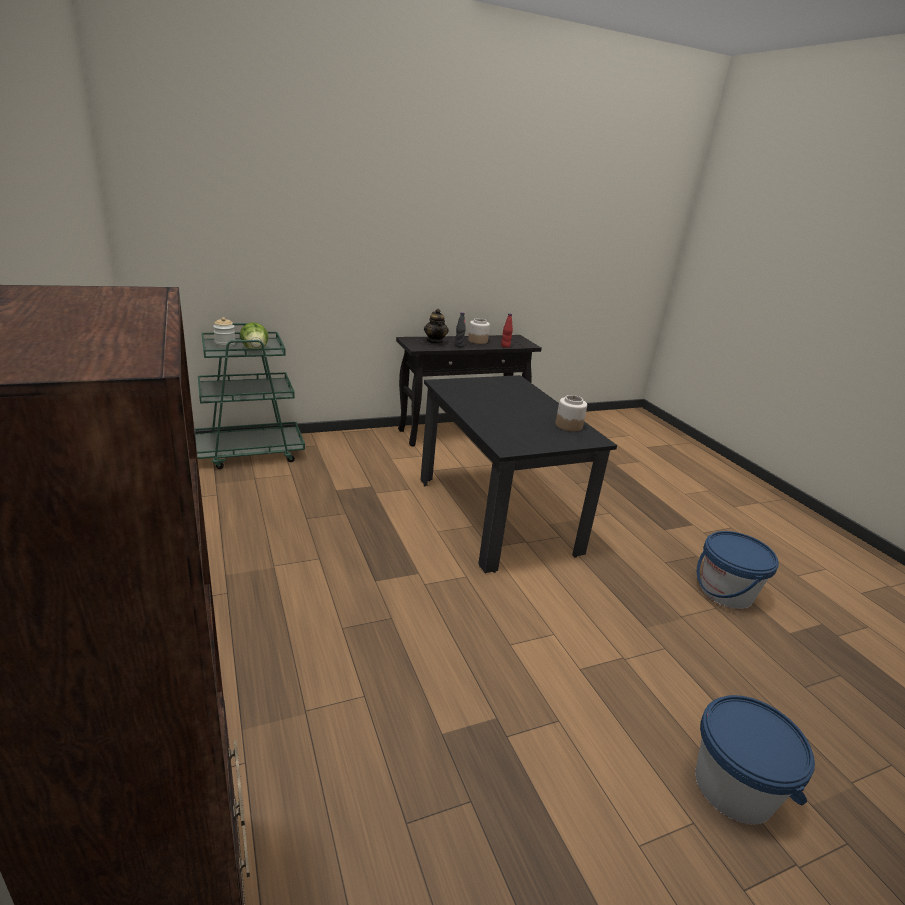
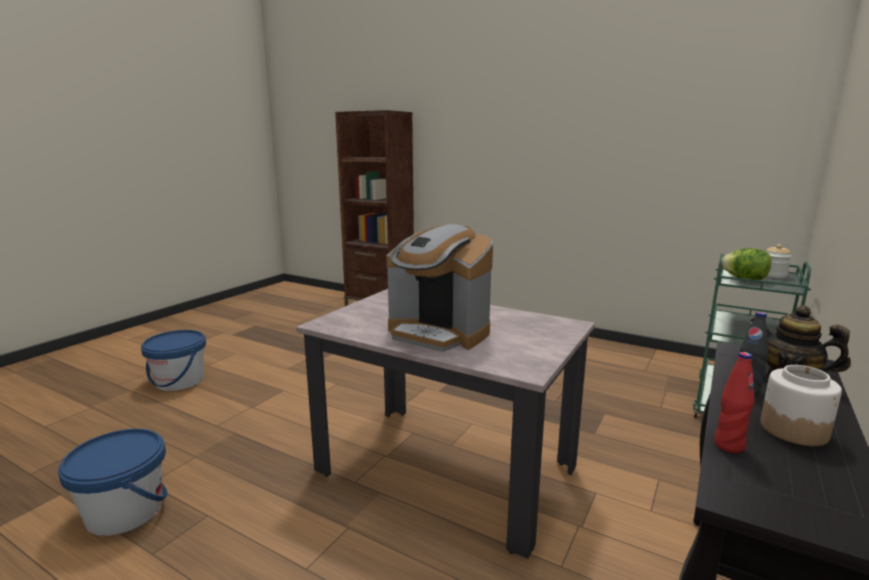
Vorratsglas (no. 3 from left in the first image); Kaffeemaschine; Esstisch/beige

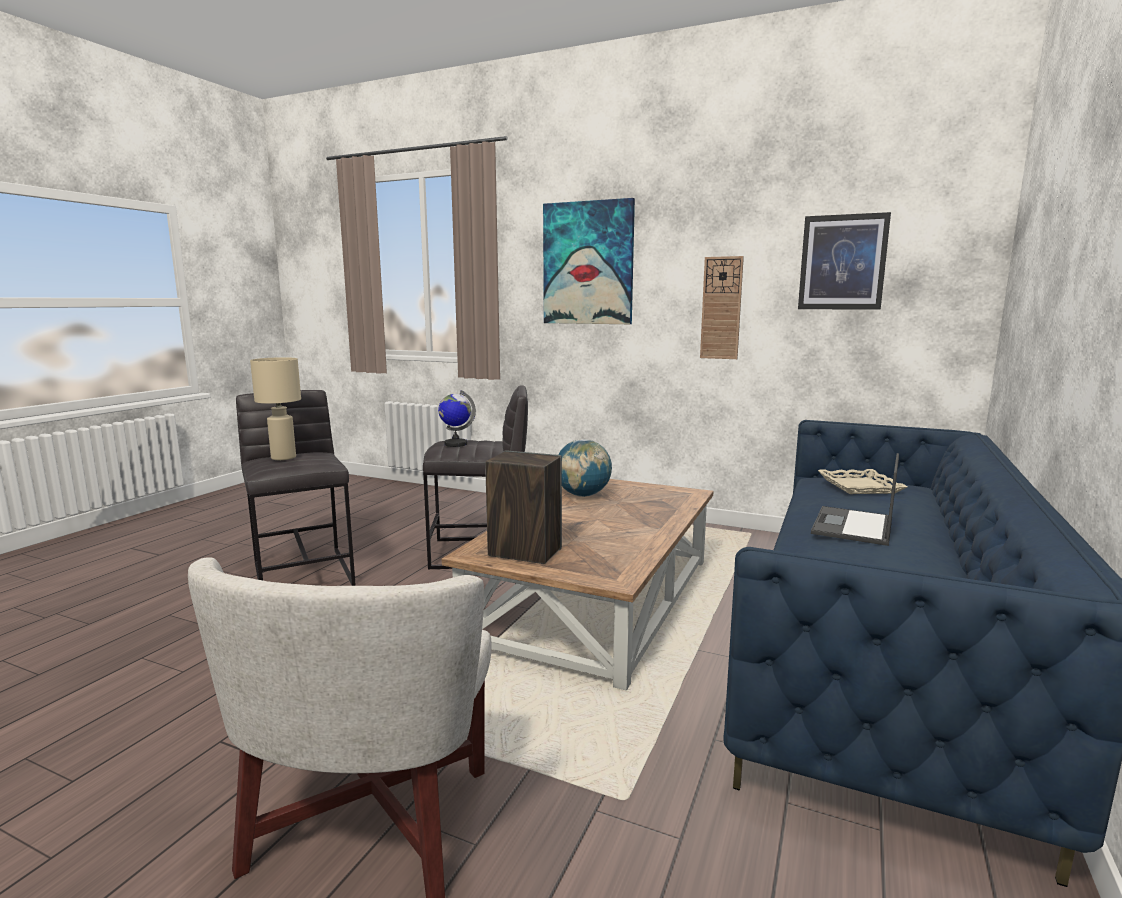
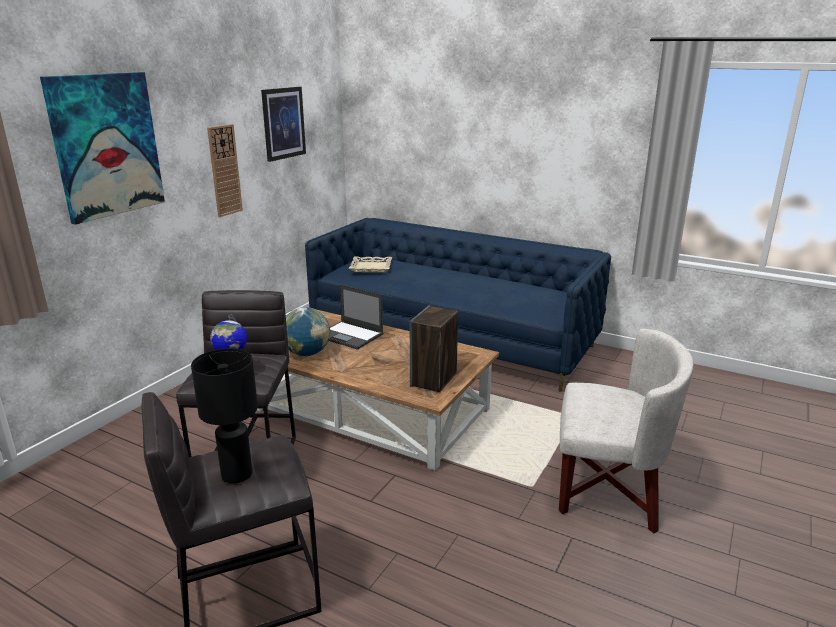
Laptop; Tischlampe/schwarz

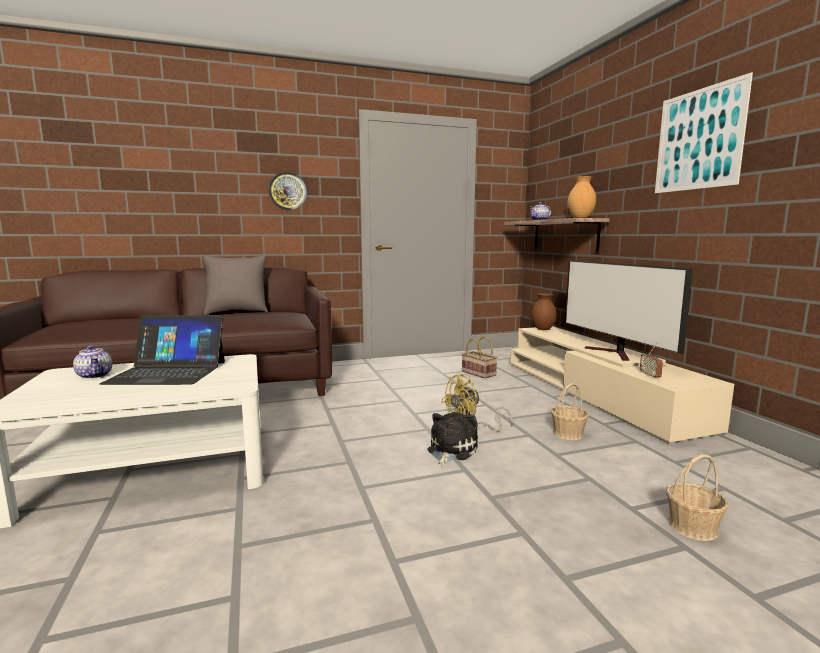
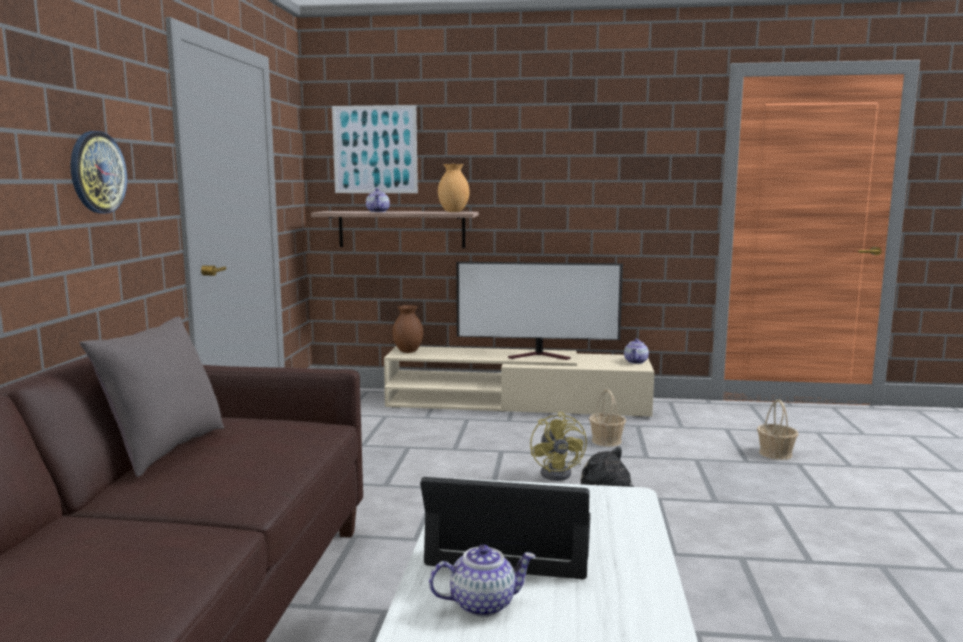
Korb (no. 1 from left in the first image); Radio; Teekanne (no. 3 from left); Bild; Laptop

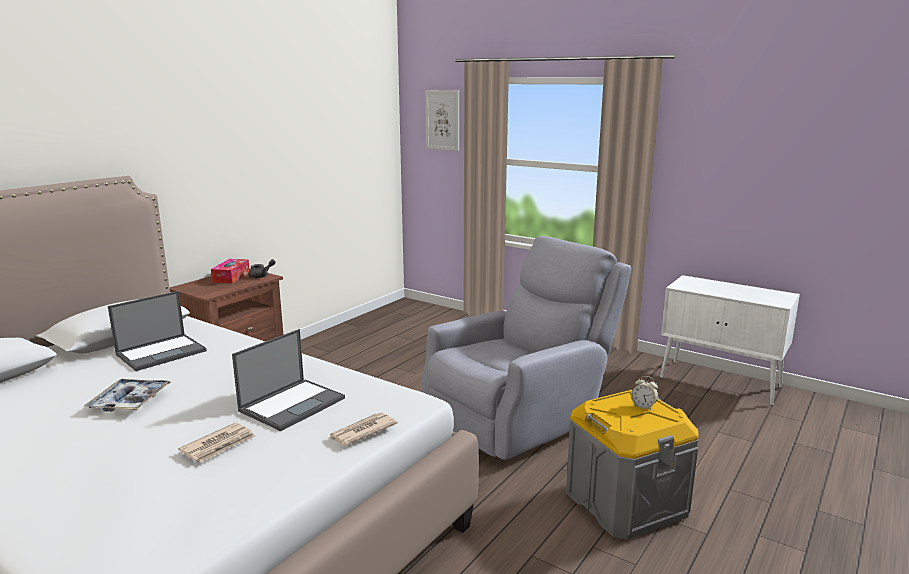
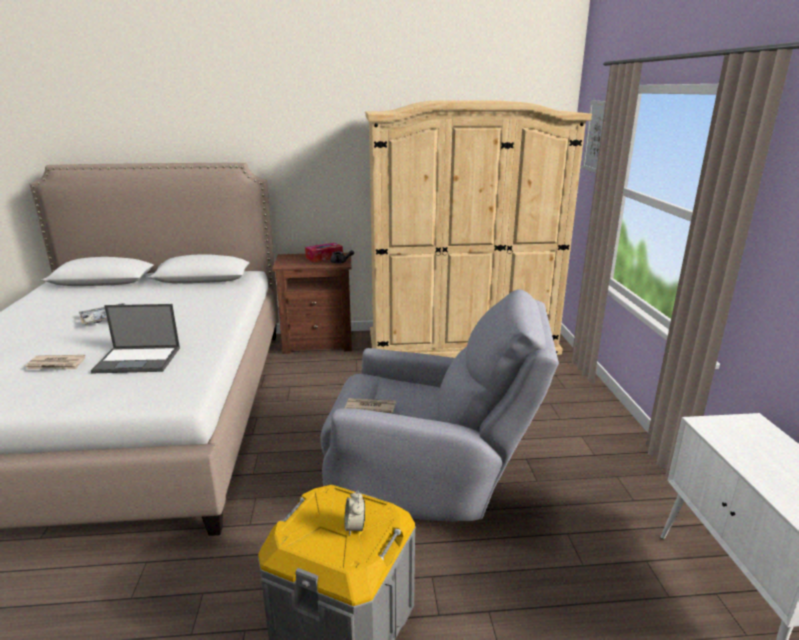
Laptop (no. 1 from left in the first image); Kleiderschrank/beige; Zeitung (no. 2 from left)

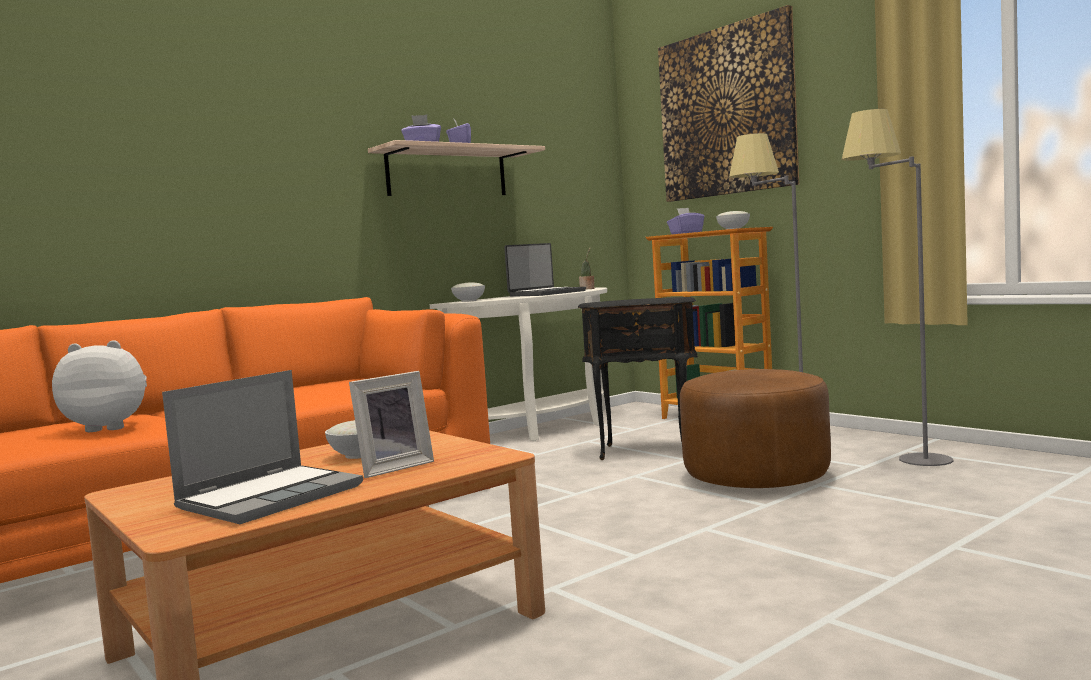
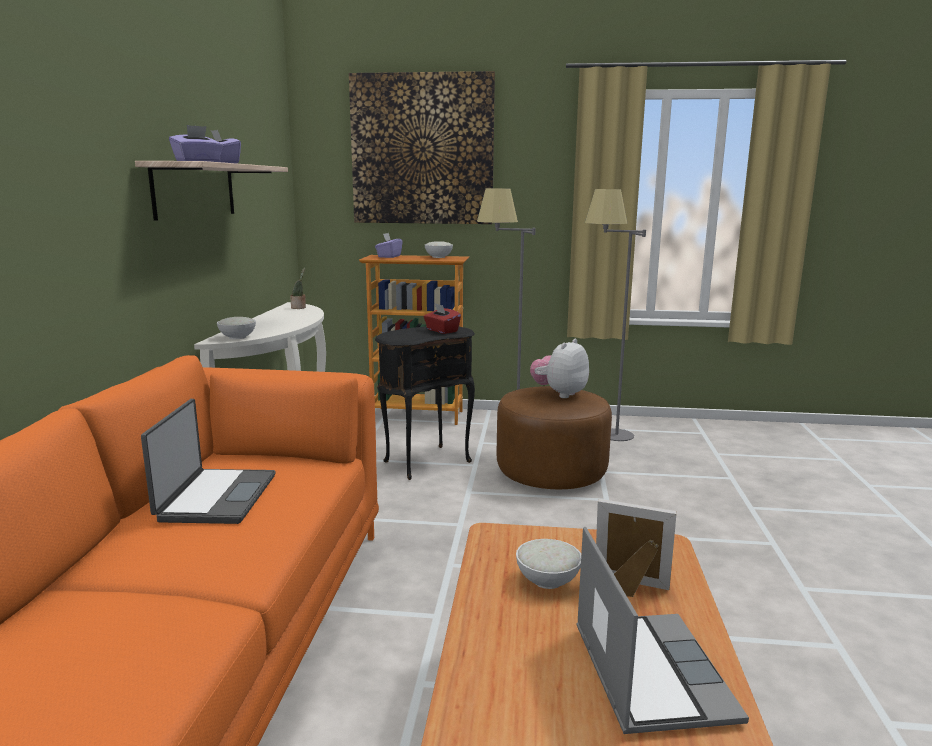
Taschentuchbox/rot; Plüschtier; Laptop (no. 1 from left); Bilderrahmen

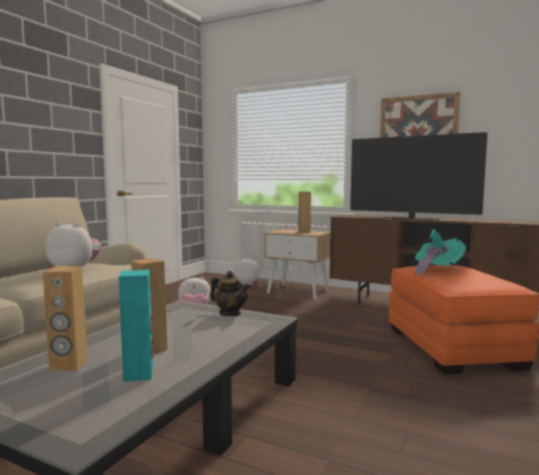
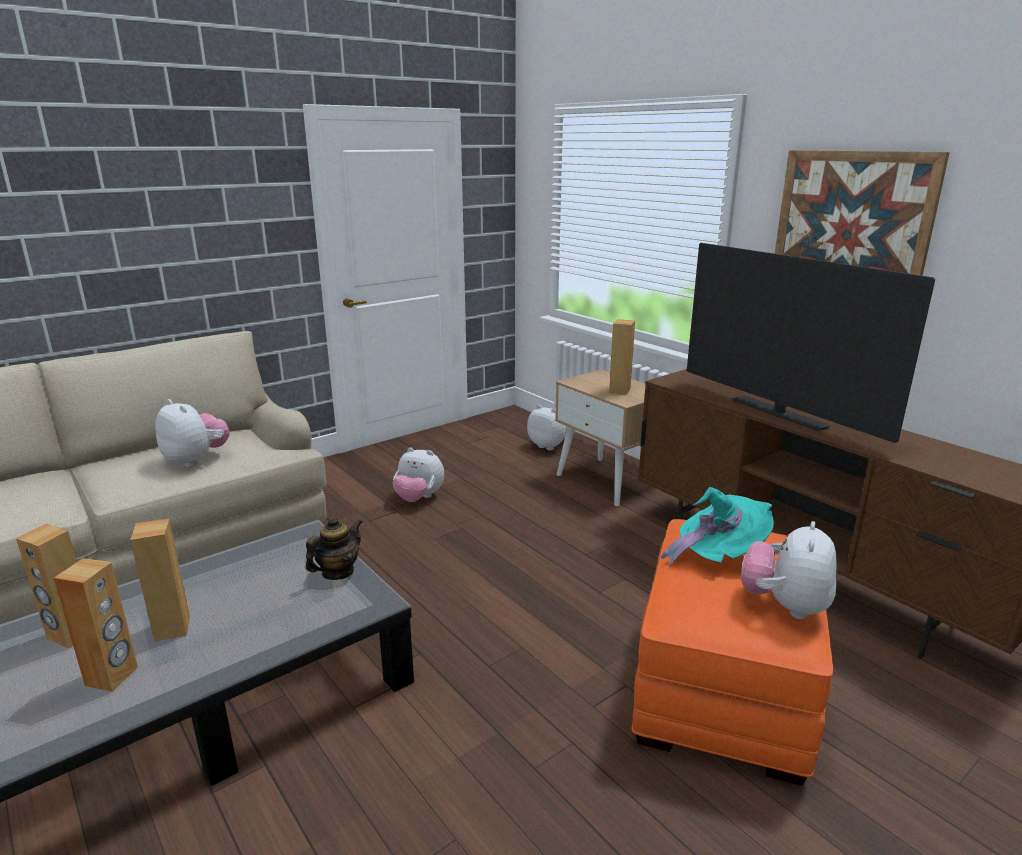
Plüschtier (no. 4 from left); Lautsprecher/braun (no. 2 from left); Teekanne

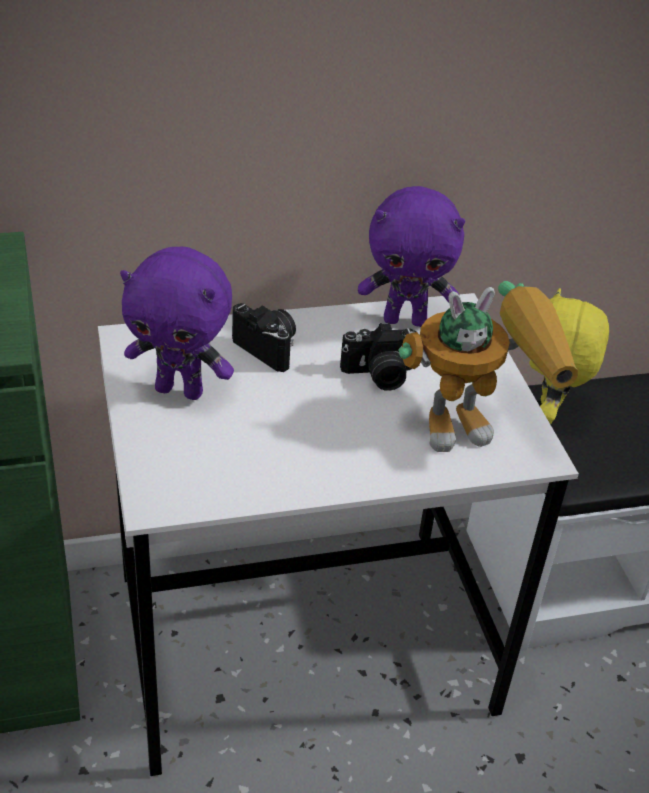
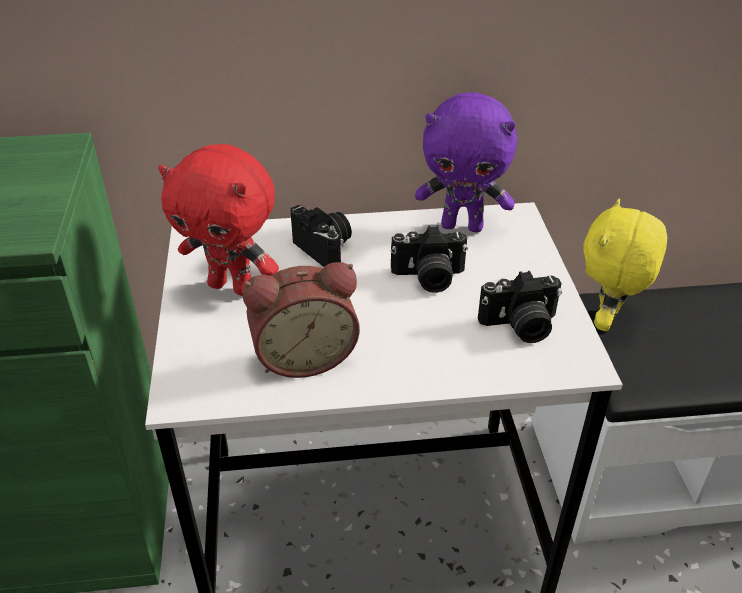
Wecker; Kamera (no. 3 from left); Plüschtier/rot

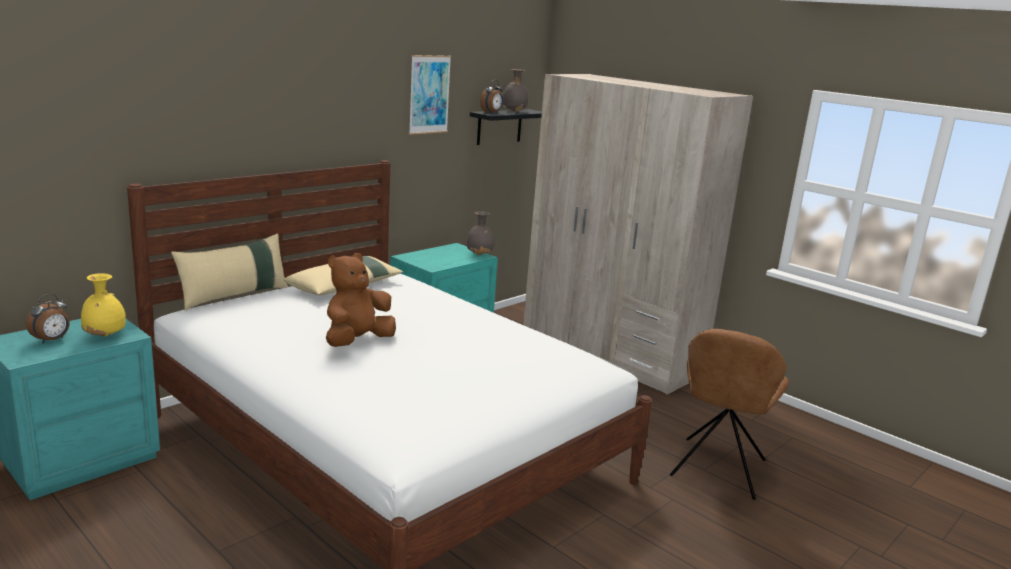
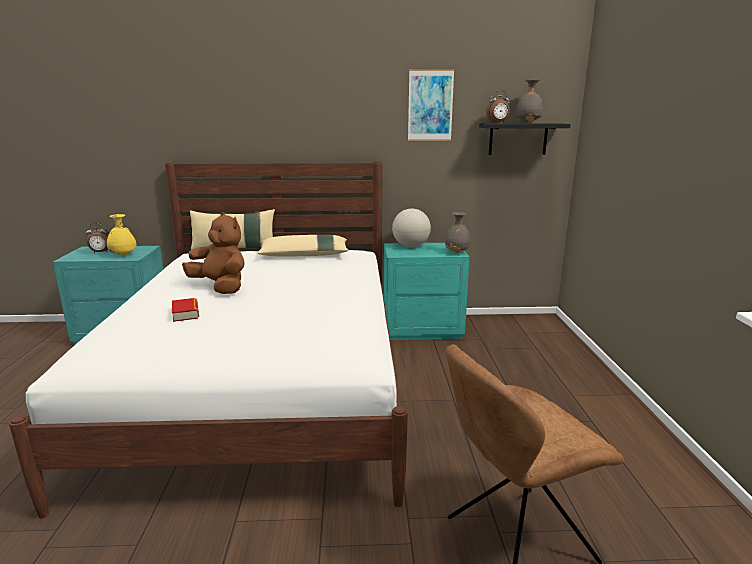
Kleiderschrank/beige; Buch; Globus; Plüschtier/braun

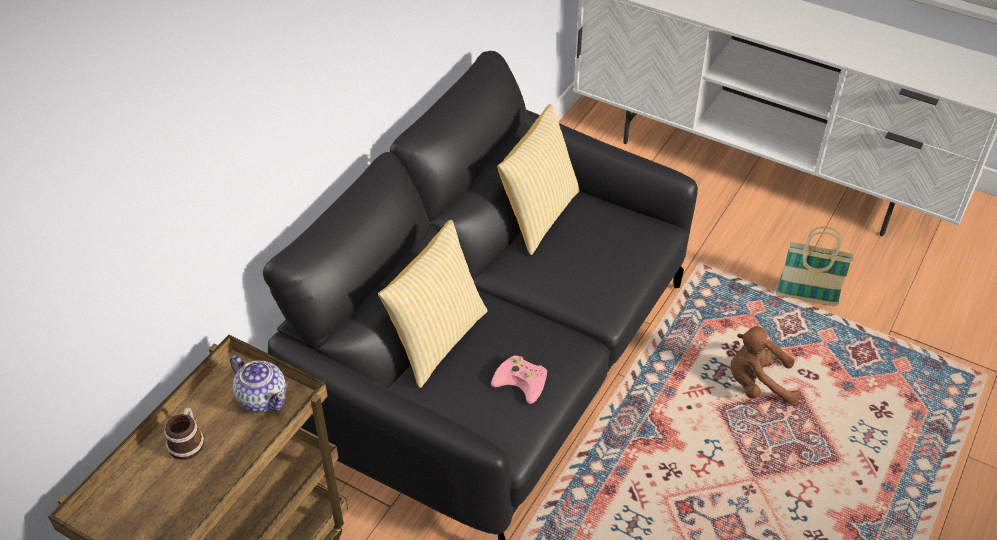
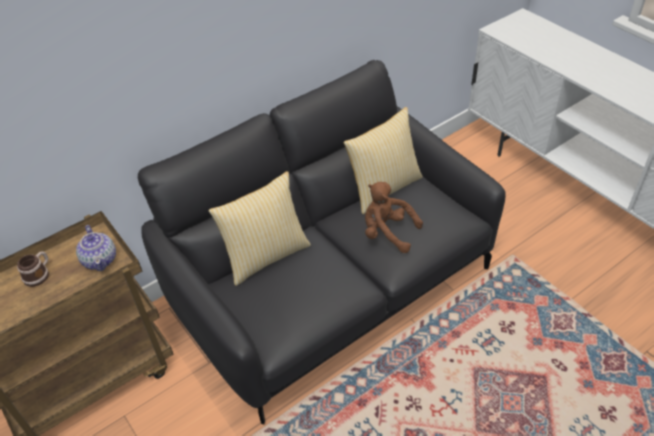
Gamepad/rosa; Korb; Plüschtier/braun

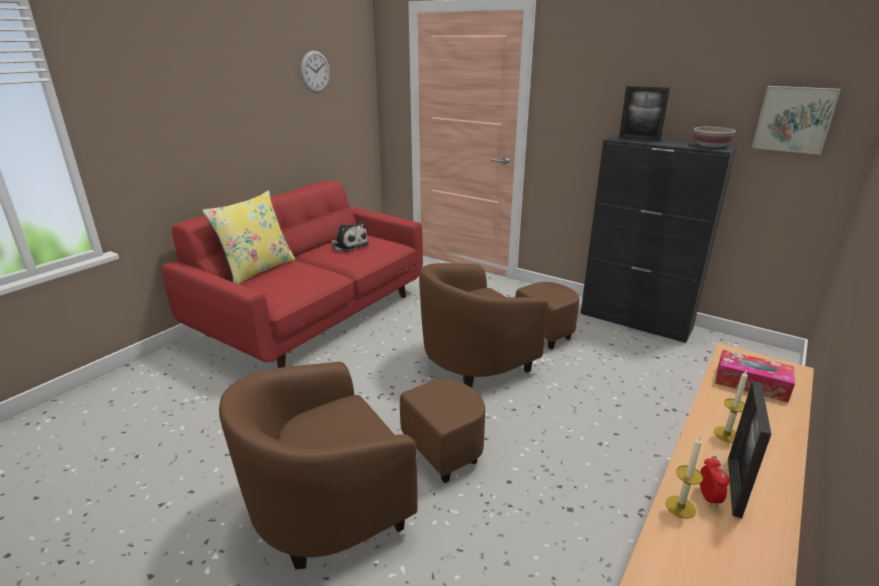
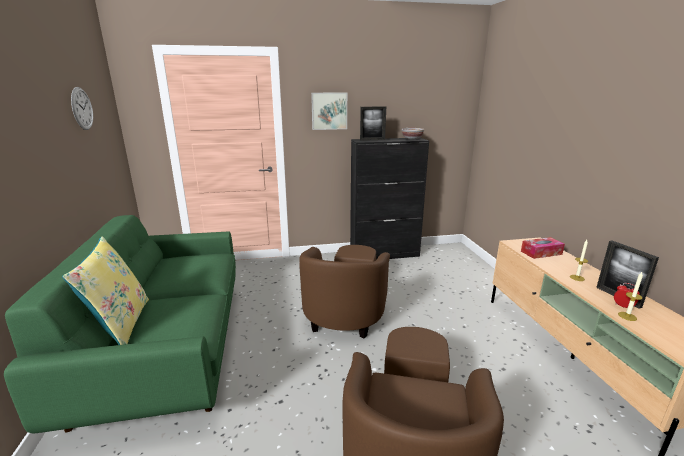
Plüschtier; Bild; Sofa/grün

